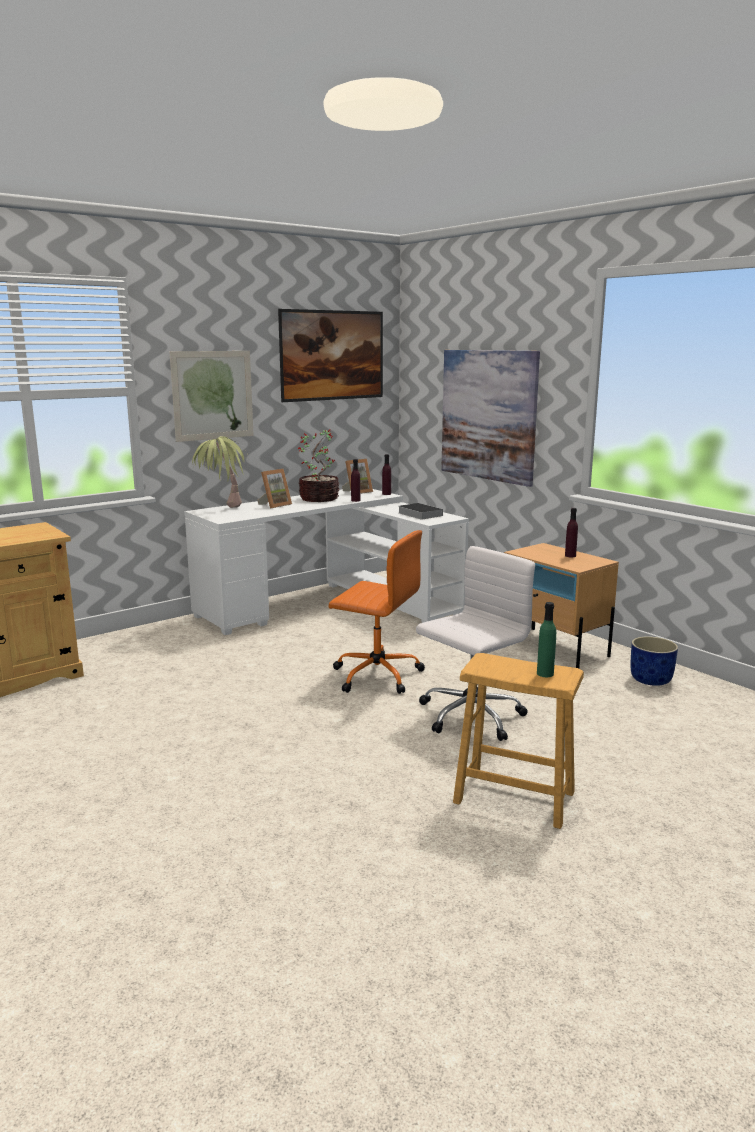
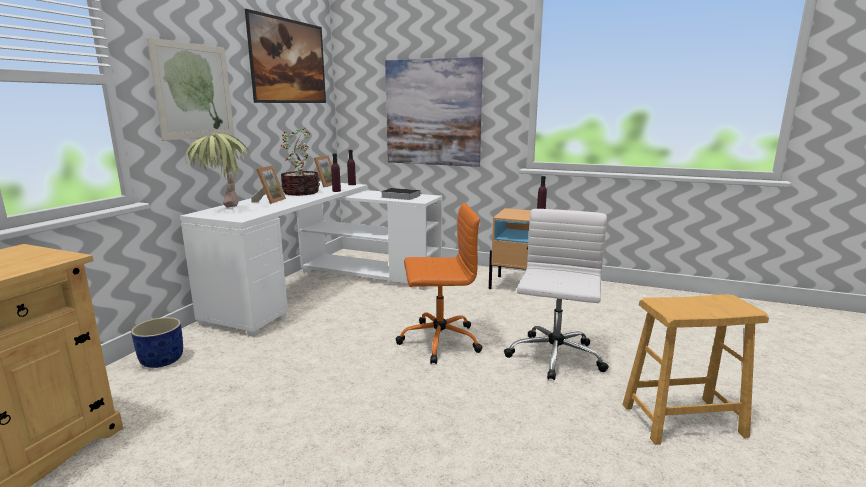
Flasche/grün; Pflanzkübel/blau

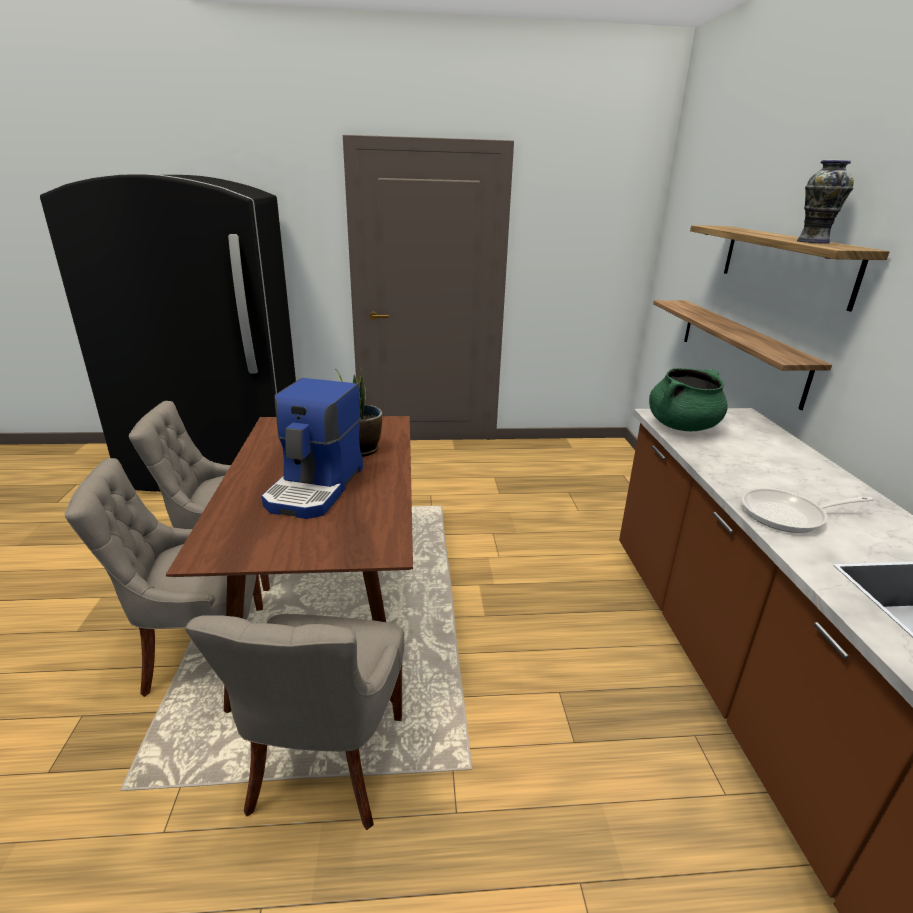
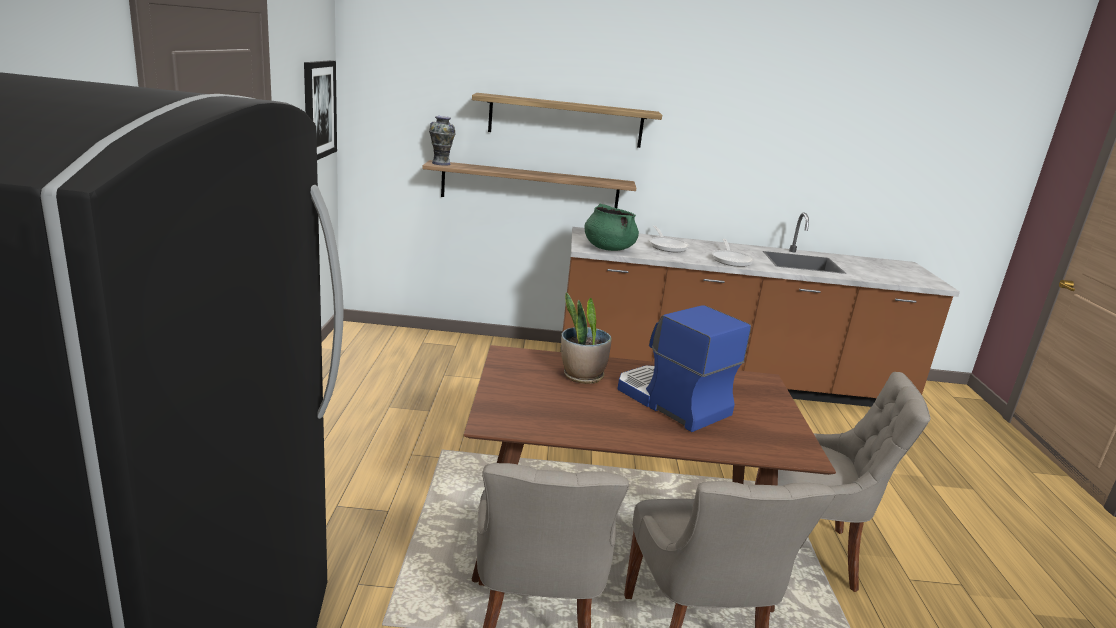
Bild; Pfanne (no. 1 from left); Vase; Kaffeemaschine

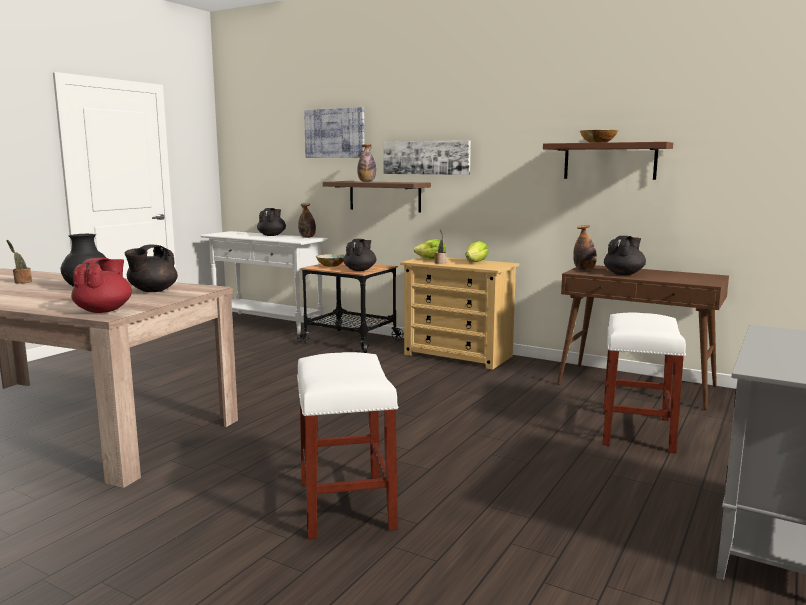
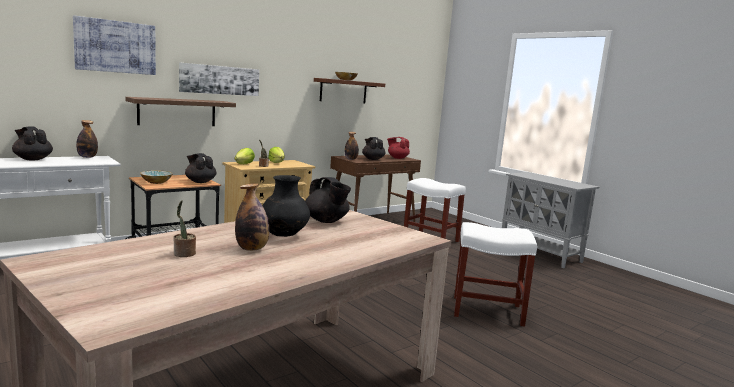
Teekanne/rot; Flasche (no. 2 from left)

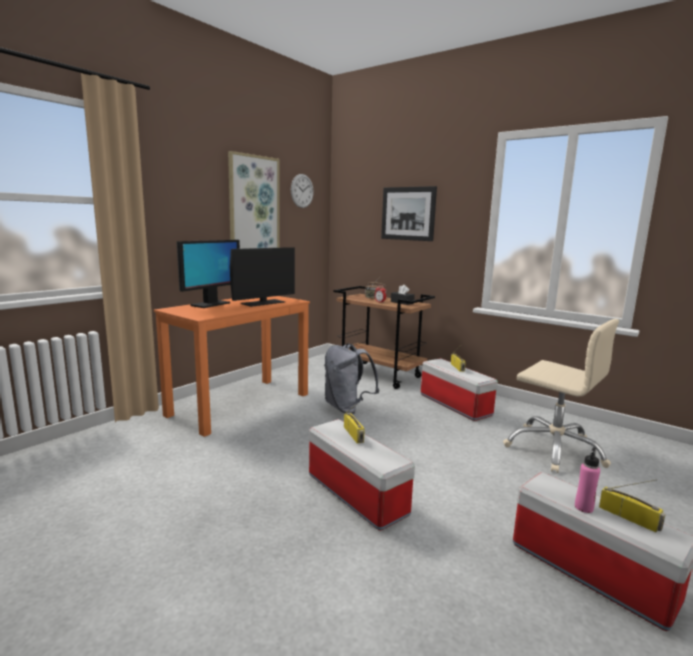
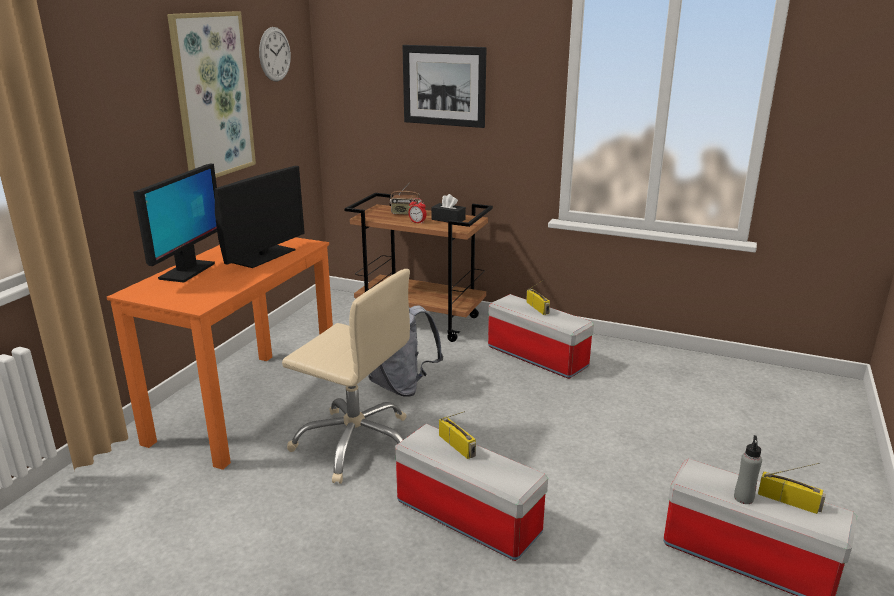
Bürostuhl/beige; Flasche/grau

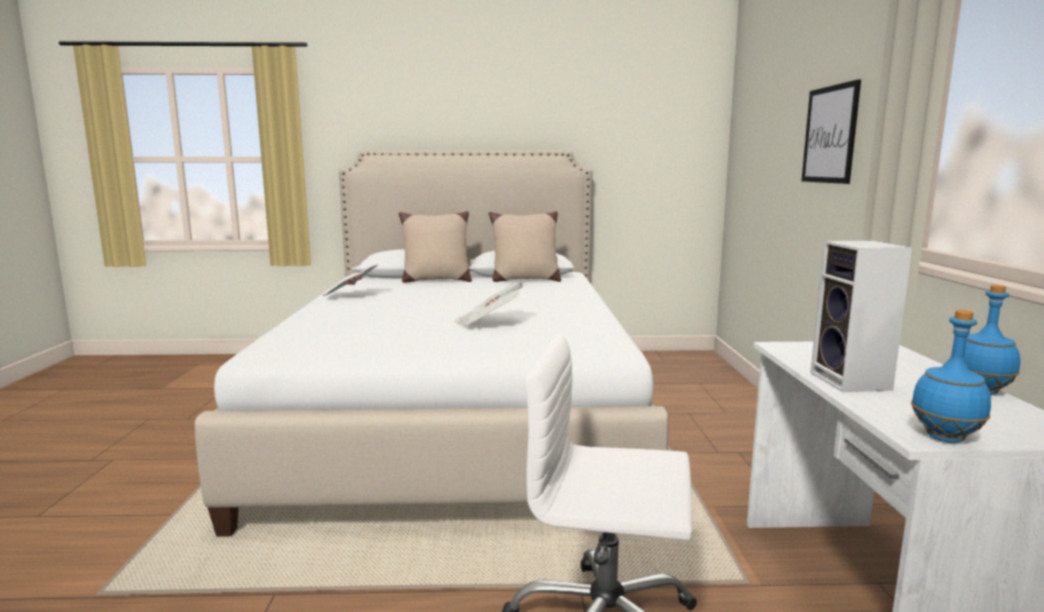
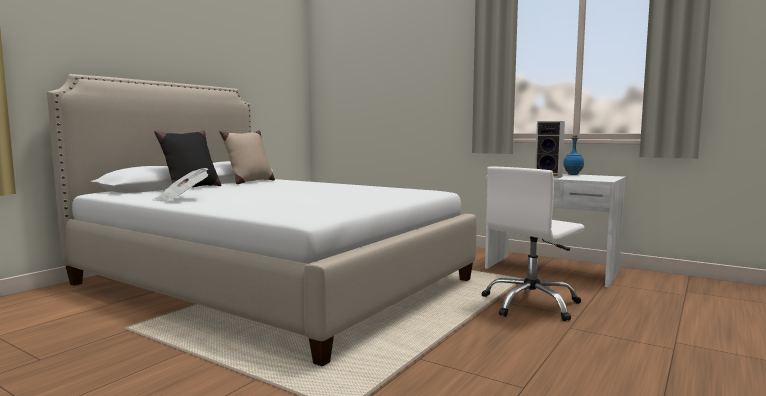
Zeitung (no. 2 from left in the first image); Bild; Flasche/blau (no. 1 from left in the first image); Kissen/schwarz

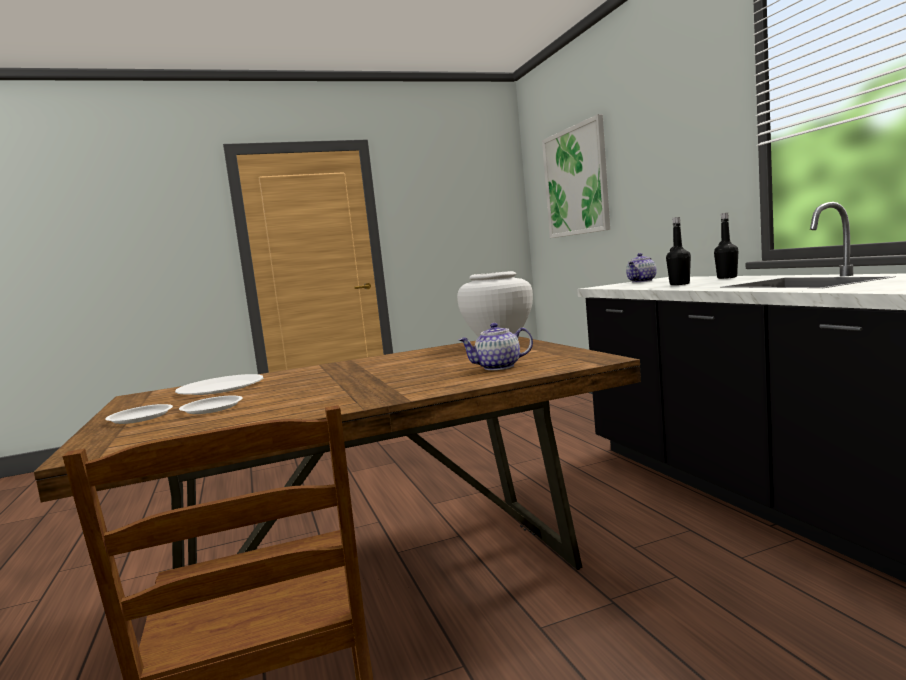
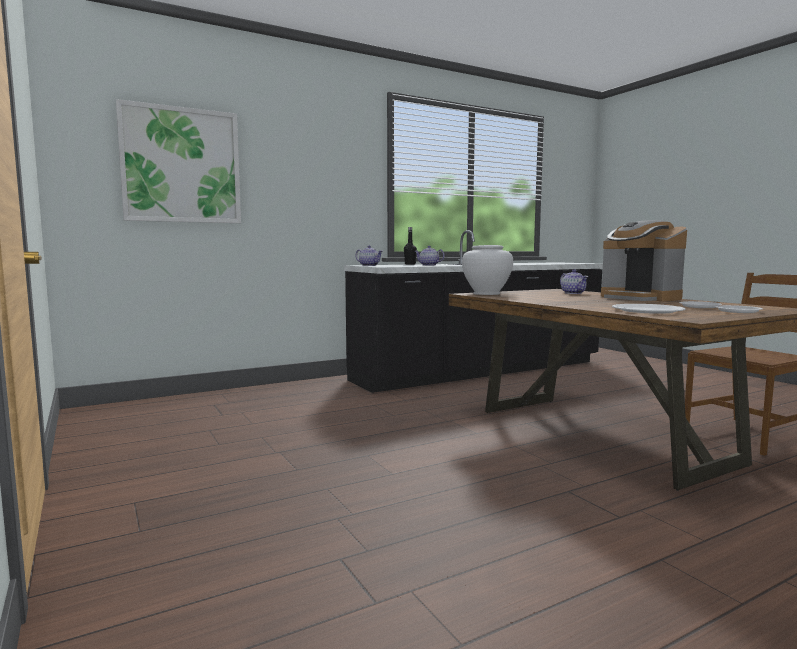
Kaffeemaschine; Teekanne (no. 2 from left)

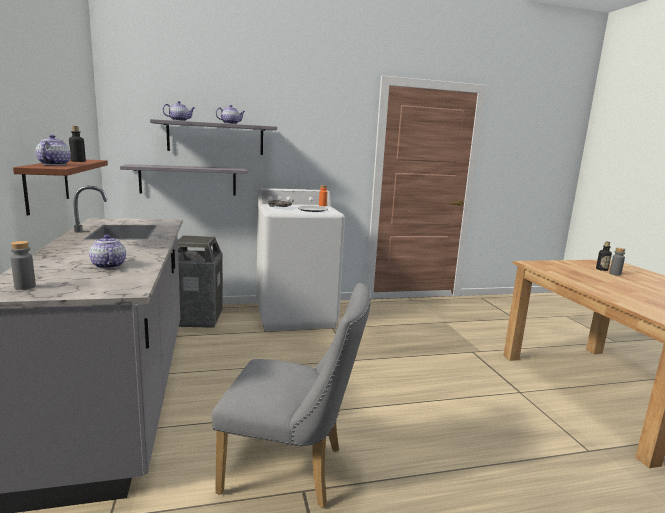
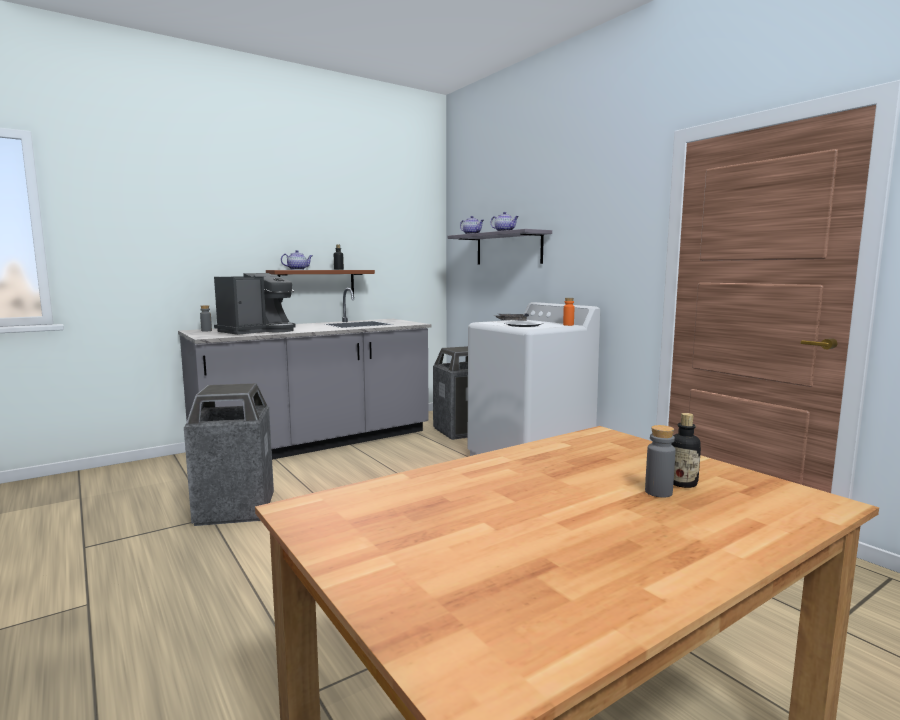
Wandregal/grau (no. 1 from left in the first image); Kaffeemaschine; Mülleimer (no. 1 from left)

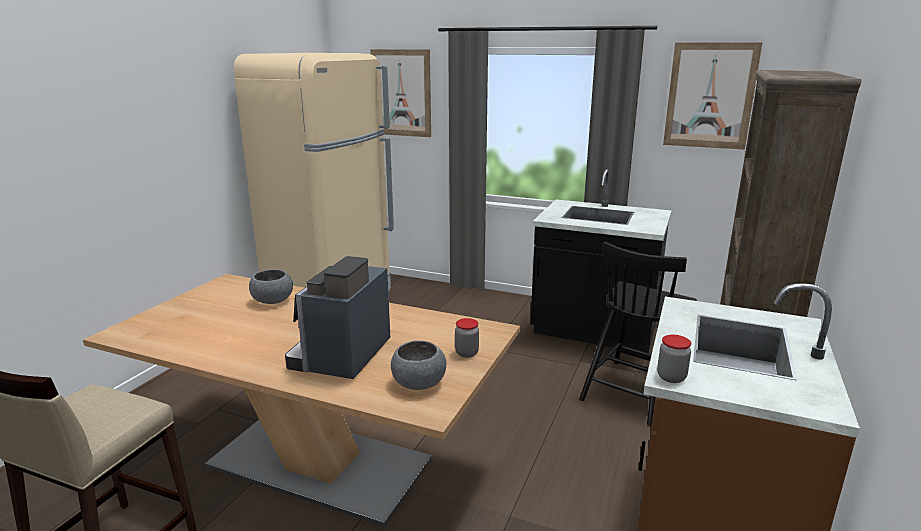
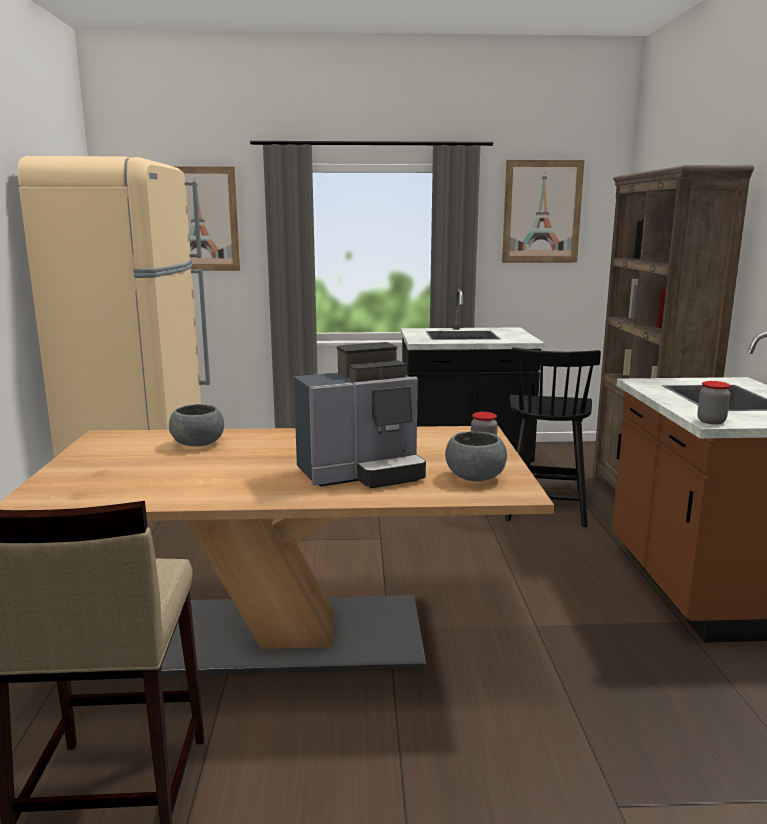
Kaffeemaschine

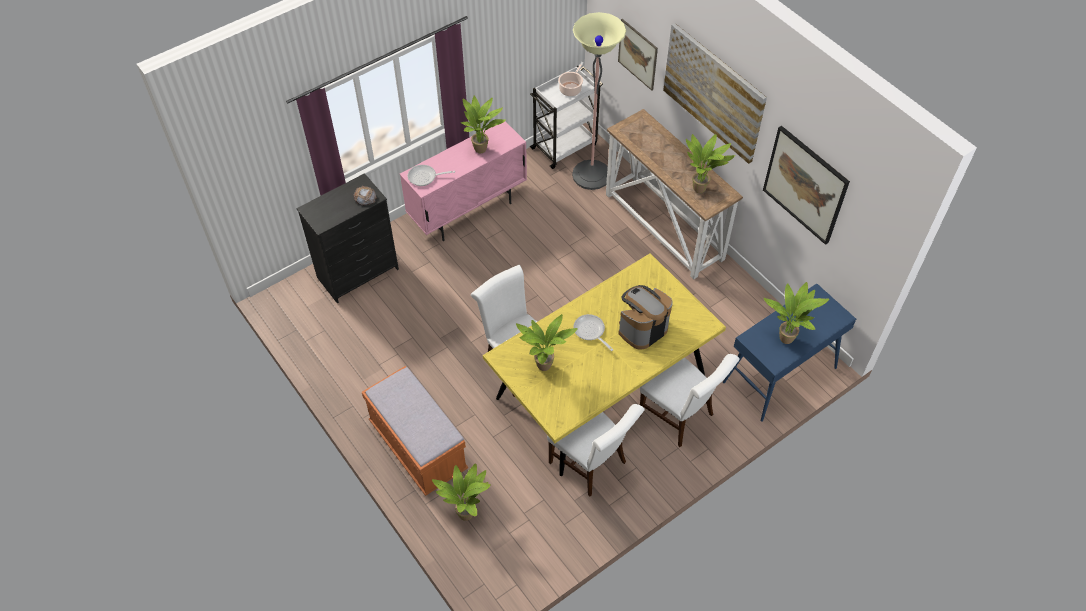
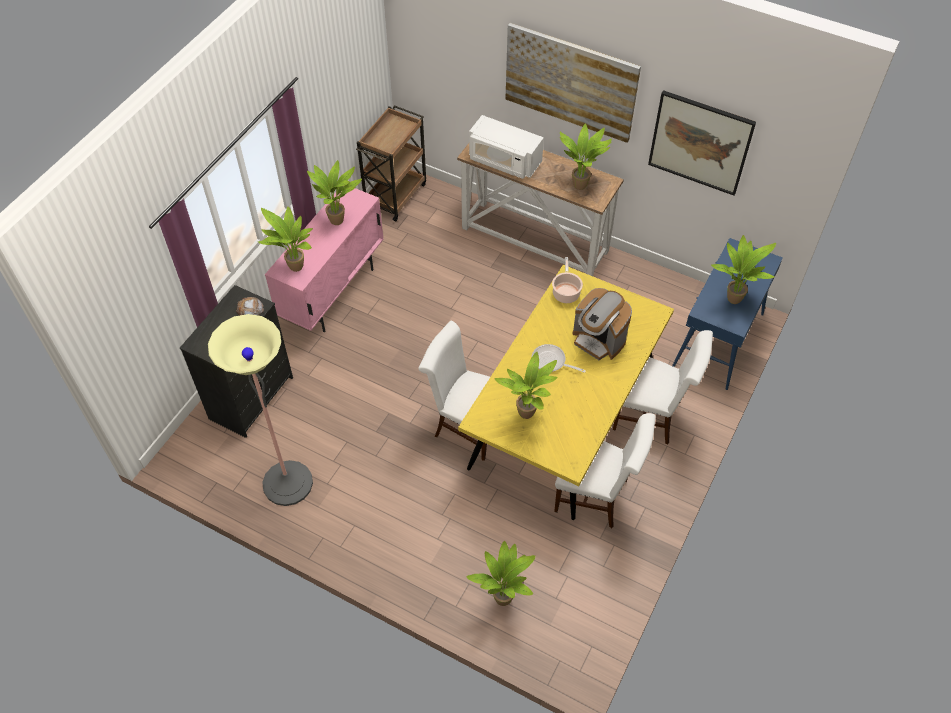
Bank/orange; Bild (no. 1 from left in the first image); Mikrowelle/weiß; Kochtopf; Stehlampe; Topfpflanze (no. 1 from left); Rollwagen/braun; Kaffeemaschine

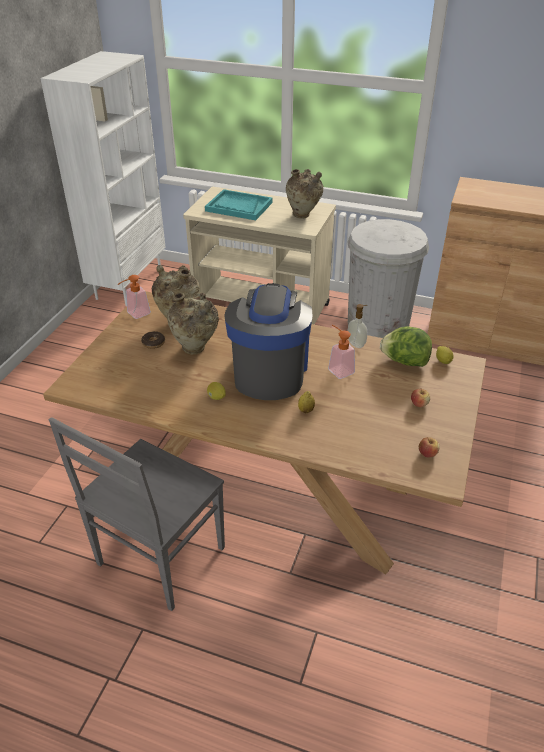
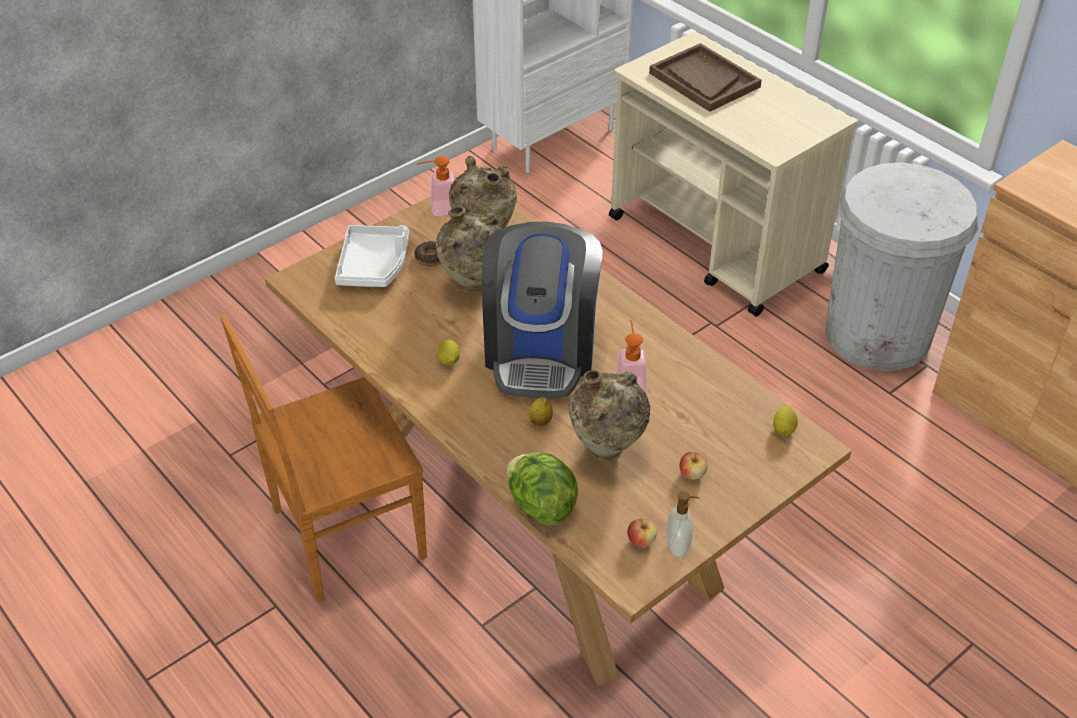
Tablett/weiß; Vase/beige (no. 3 from left); Seifenspender (no. 3 from left); Salatkopf; Stuhl/braun; Tablett/braun; Kaffeemaschine

